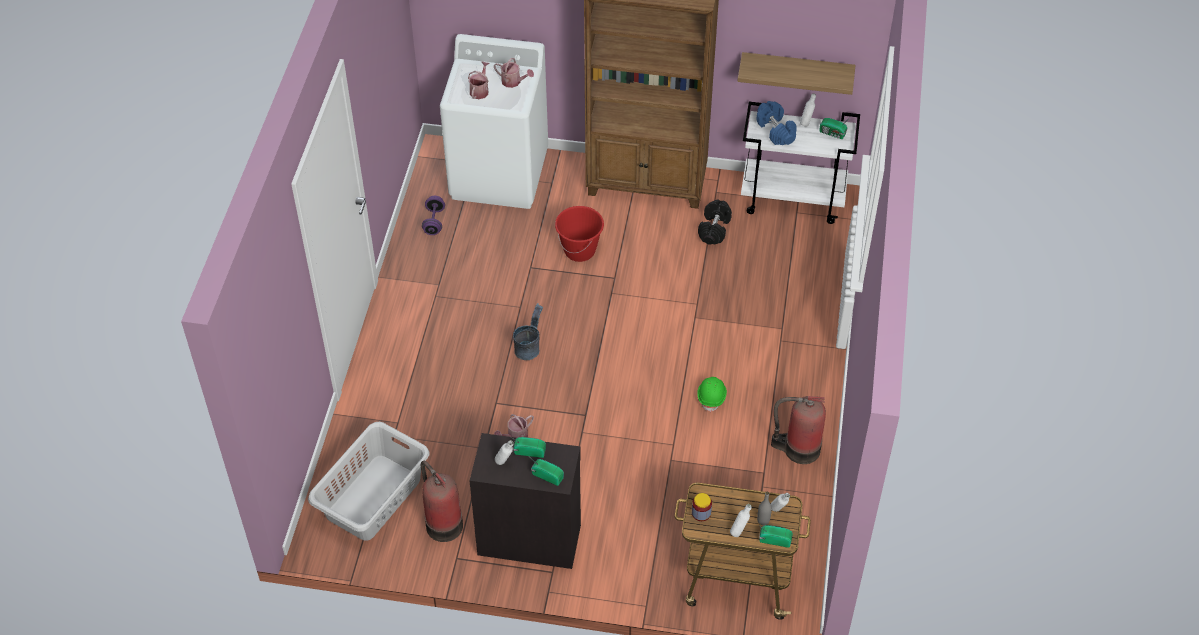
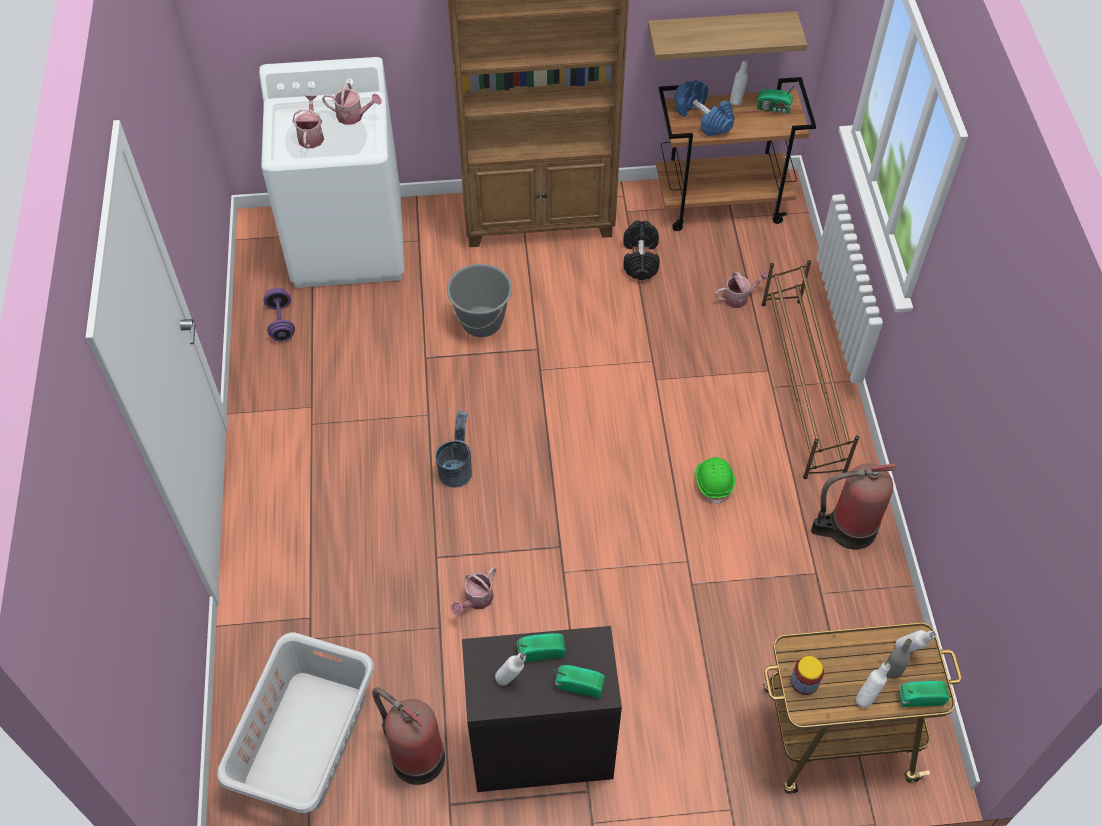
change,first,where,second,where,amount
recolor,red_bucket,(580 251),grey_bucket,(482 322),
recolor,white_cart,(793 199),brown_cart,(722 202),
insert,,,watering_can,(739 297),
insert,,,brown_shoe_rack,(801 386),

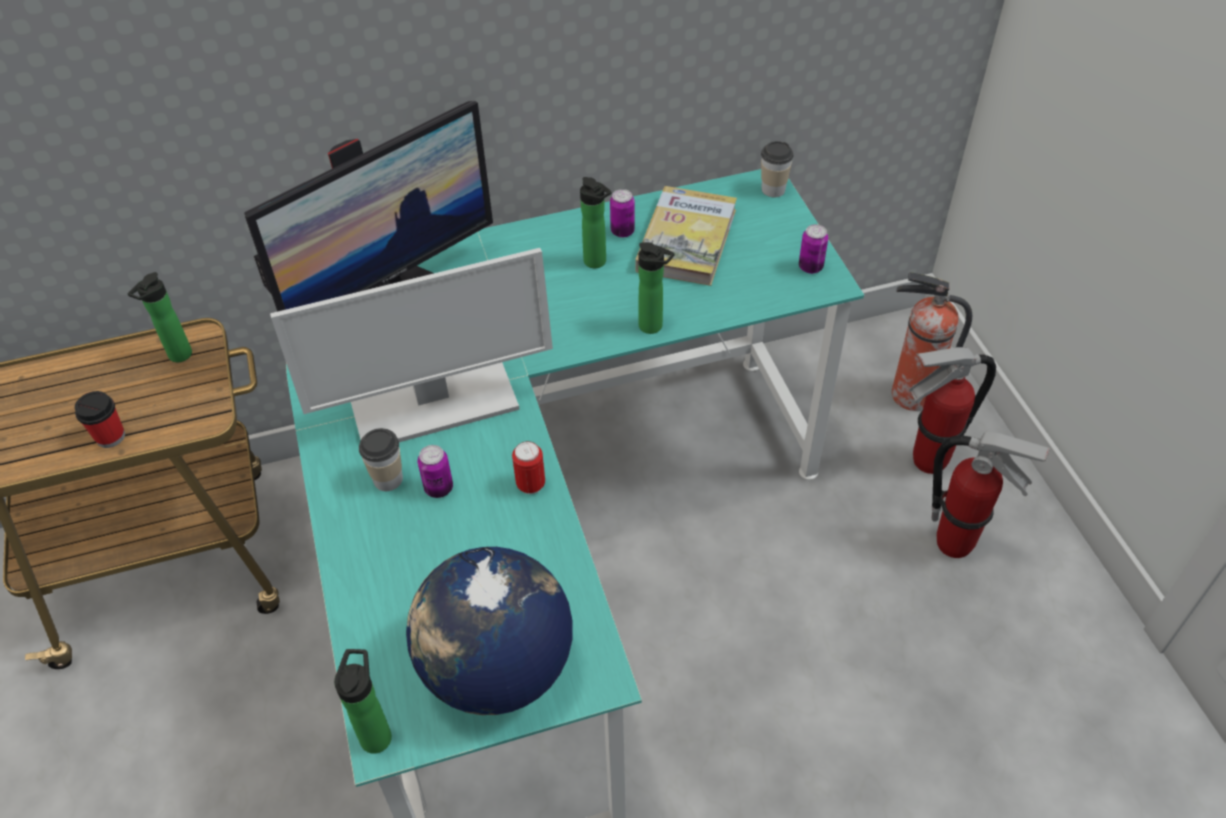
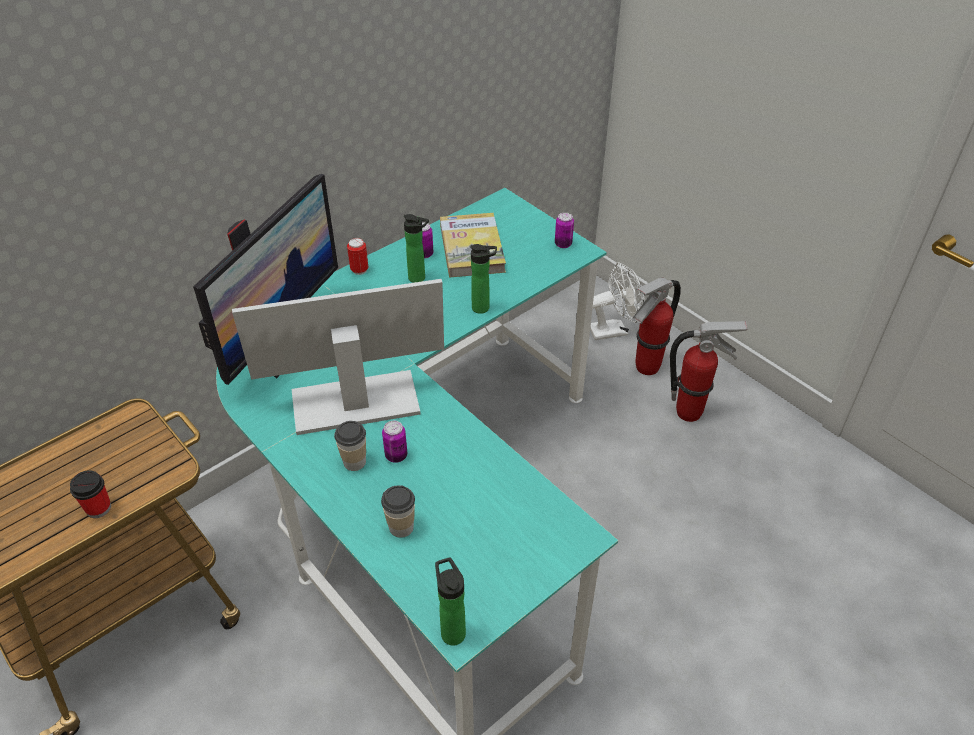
change,first,where,second,where,amount
rotate,monitor,(432 404),,(356 402),150 degrees counterclockwise
move,can,(531 485),,(359 270),
move,cup,(773 189),,(401 527),
replace,fire_extinguisher,(910 394),white_fan,(613 330),
delete,bottle,(177 357),,,
delete,globe,(497 669),,,

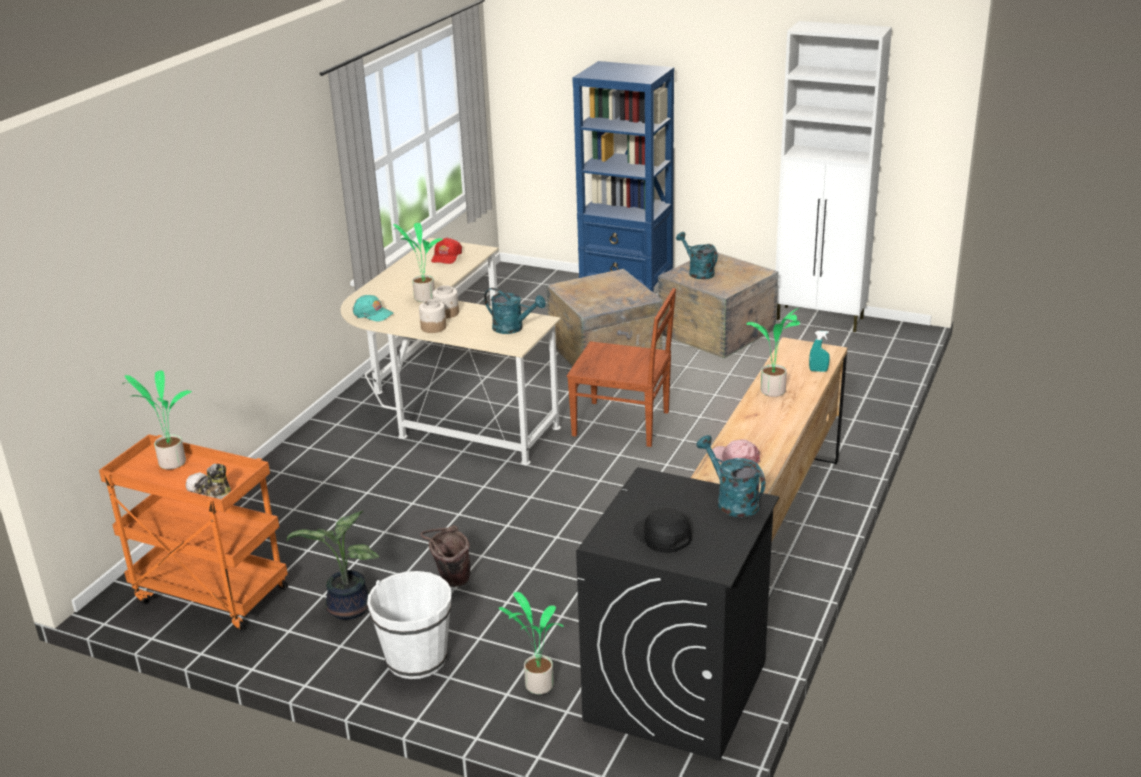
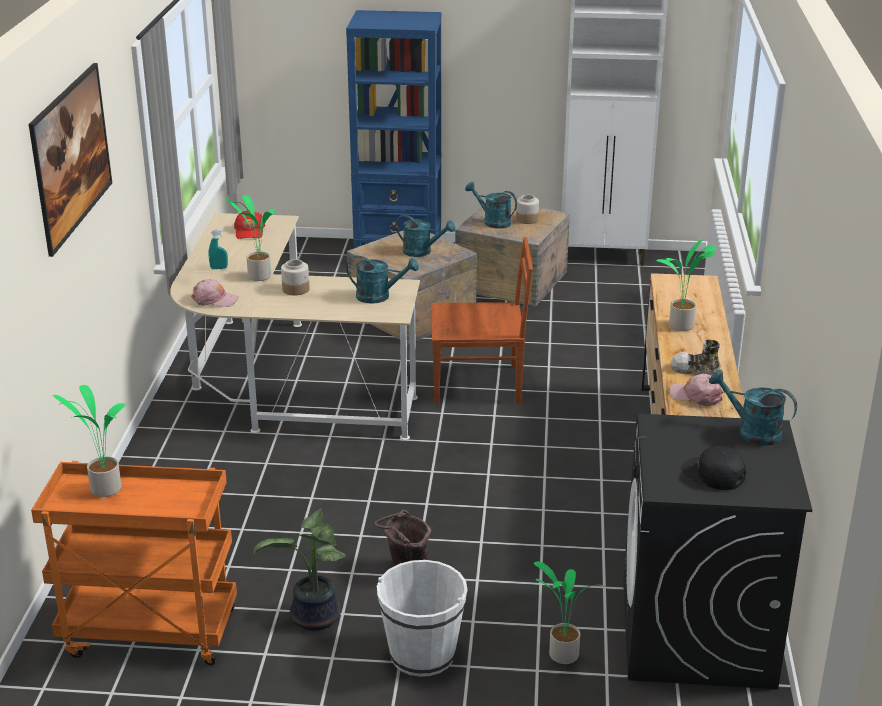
change,first,where,second,where,amount
insert,,,picture,(76 187),
recolor,turquoise_cap,(372 314),pink_cap,(214 300),
move,turquoise_spray_bottle,(818 370),,(219 268),
insert,,,turquoise_watering_can,(422 252),
move,jar,(433 327),,(526 219),
move,shoe,(209 492),,(695 369),

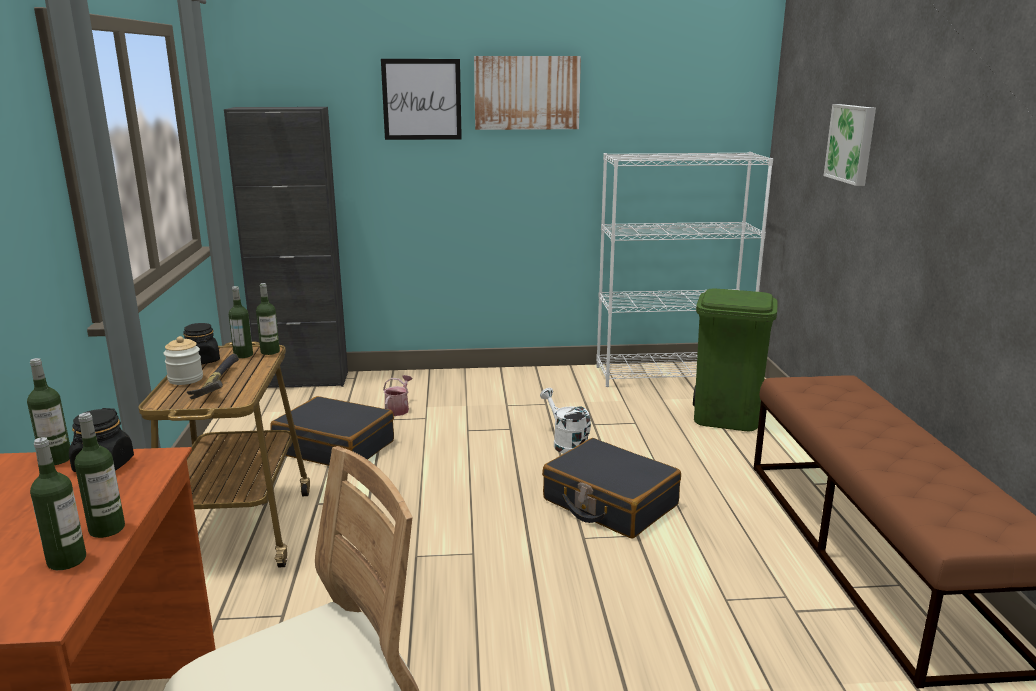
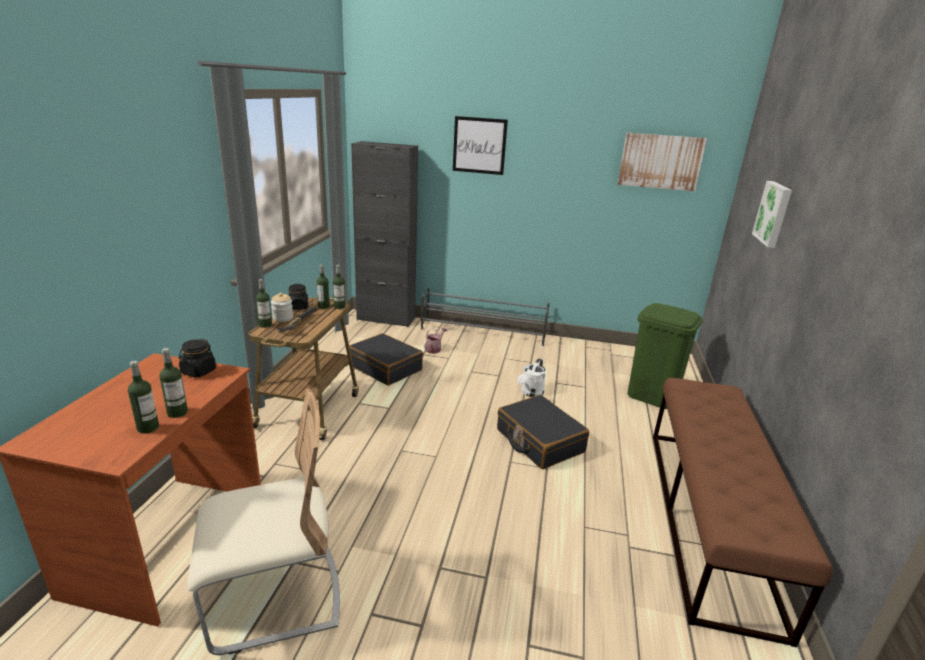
change,first,where,second,where,amount
move,bottle,(56 459),,(265 325),
insert,,,grey_shoe_rack,(483 333),
rotate,white_watering_can,(566 444),,(530 393),135 degrees counterclockwise
move,picture,(527 93),,(660 161),
delete,white_bookcase,(672 374),,,

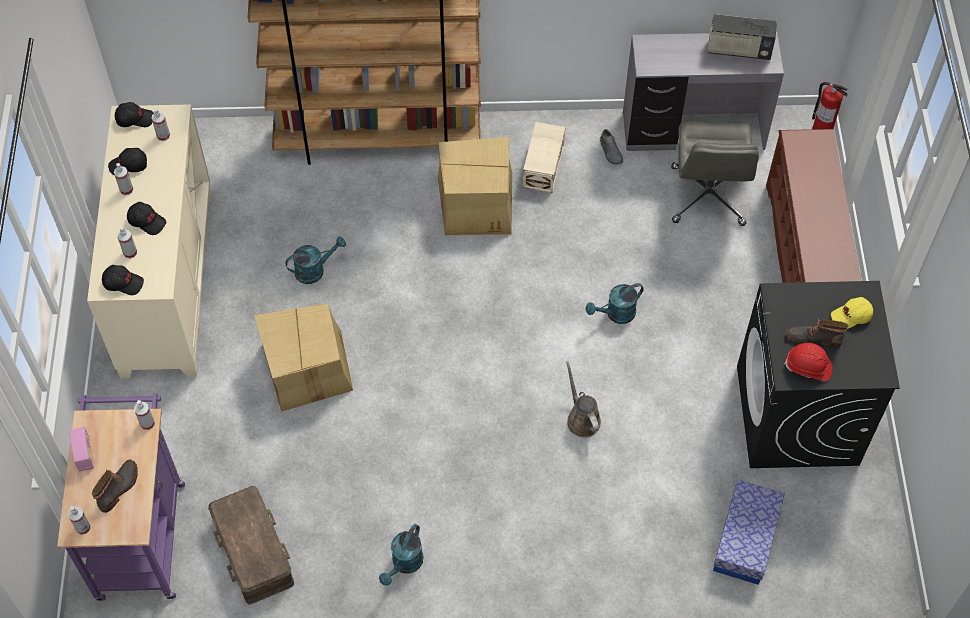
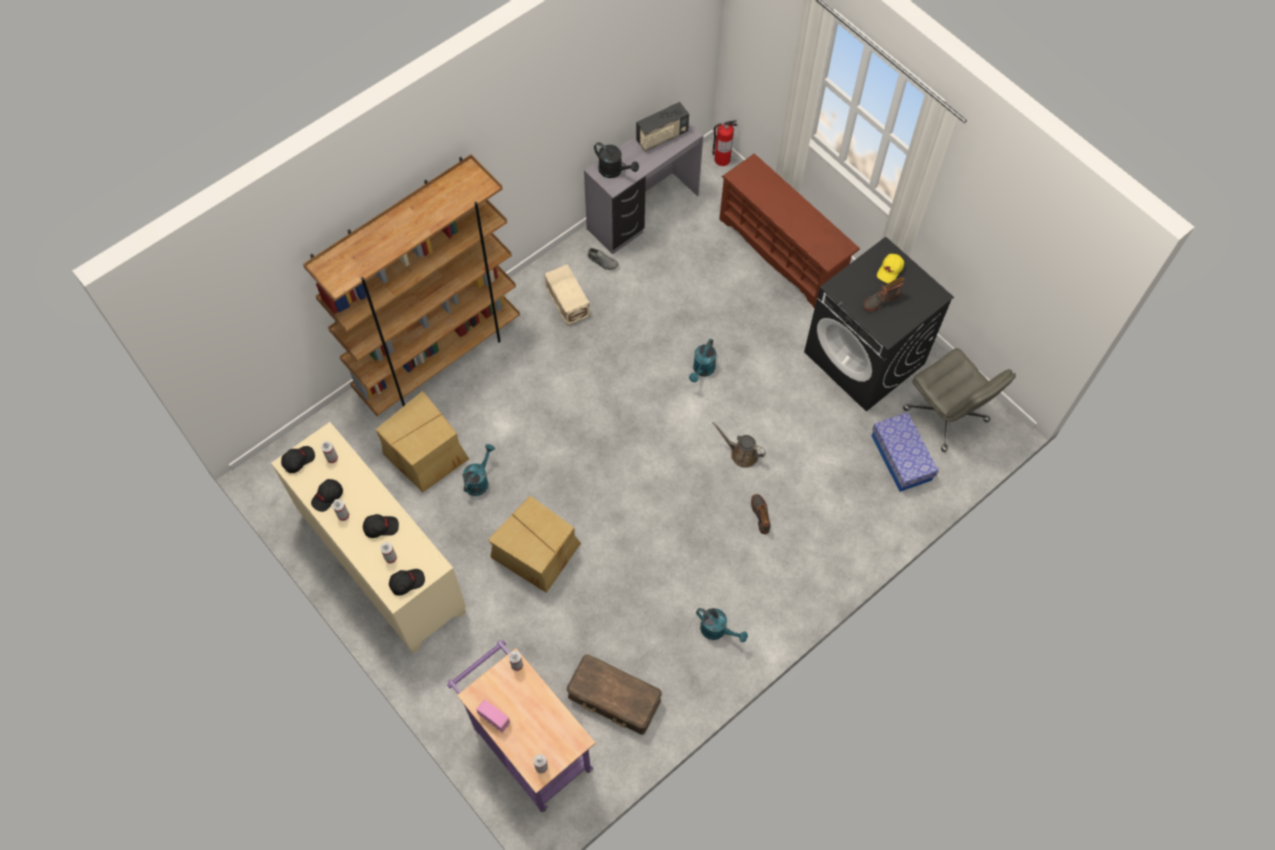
change,first,where,second,where,amount
move,cardboard_box,(477 203),,(426 452),
insert,,,black_watering_can,(614 171),
rotate,turquoise_watering_can,(404 564),,(717 630),45 degrees counterclockwise
move,boot,(119 488),,(761 515),
move,grey_office_chair,(708 197),,(946 415),
delete,red_hard_hat,(808 367),,,

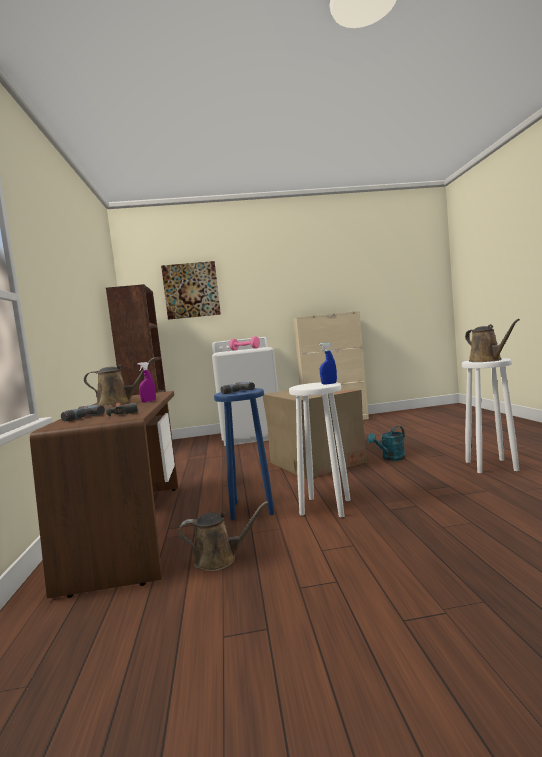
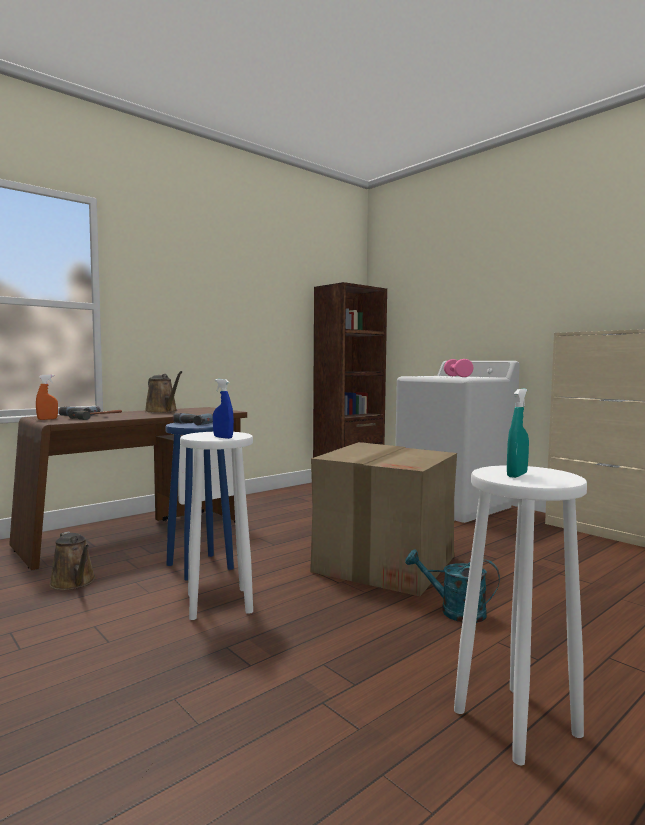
change,first,where,second,where,amount
insert,,,orange_spray_bottle,(47 419),
replace,brown_watering_can,(487 360),turquoise_spray_bottle,(517 475),
delete,purple_spray_bottle,(148 401),,,
delete,picture,(191 290),,,

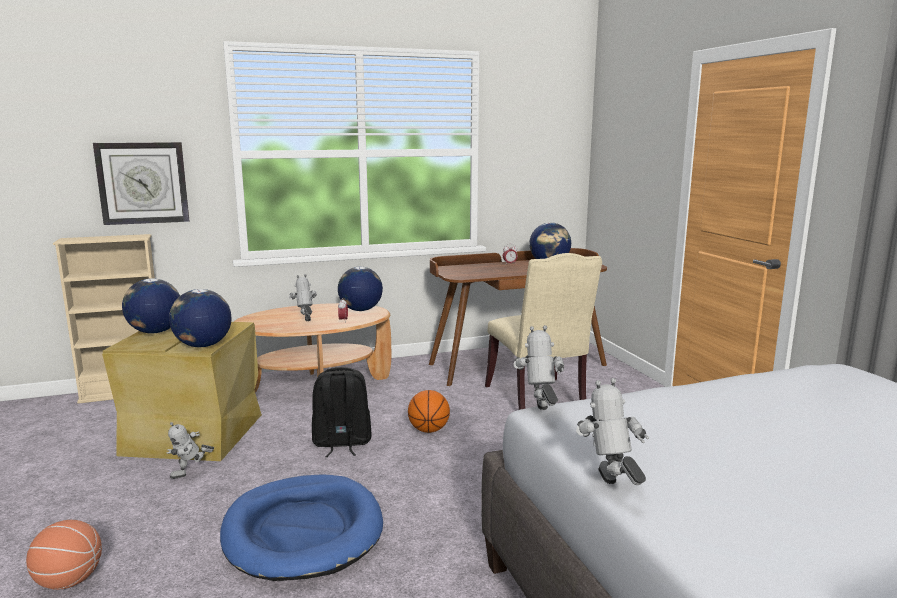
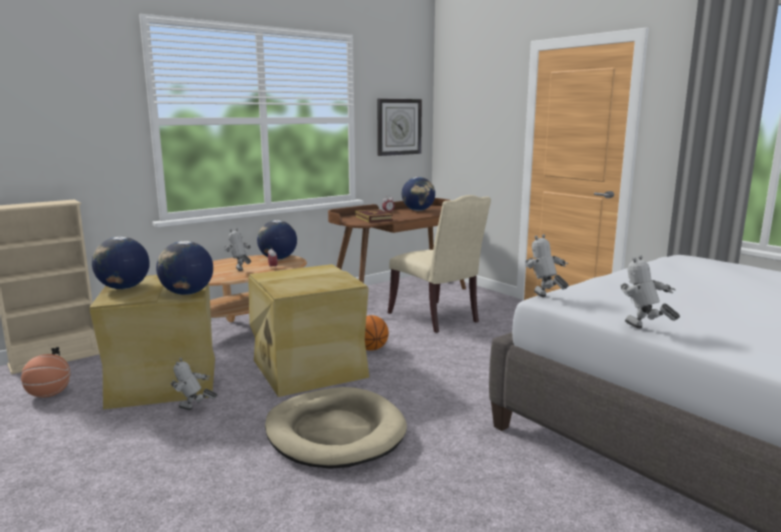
change,first,where,second,where,amount
move,basketball,(69 581),,(48 394),
rotate,toy_robot,(191 474),,(194 411),75 degrees clockwise
replace,black_backpack,(341 443),beige_storage_box,(307 368),
recolor,blue_dog_bed,(303 531),beige_dog_bed,(335 432),
insert,,,book,(373 218),
move,wall_clock,(143 183),,(398 127),

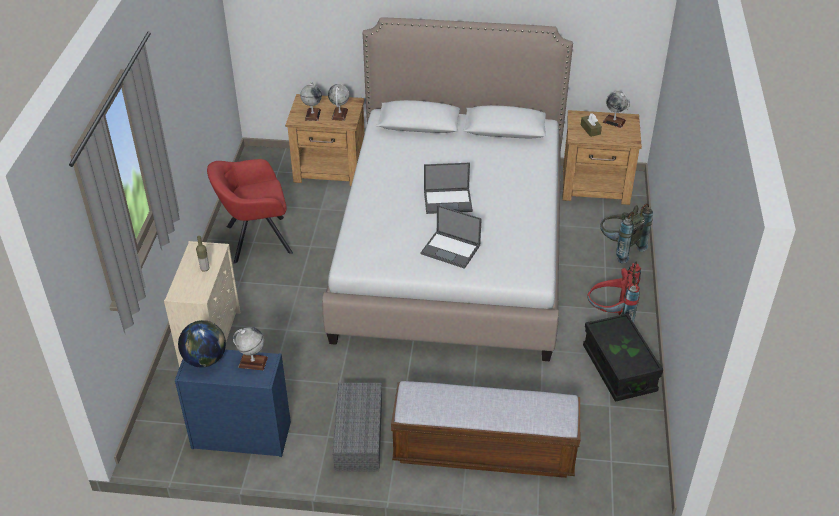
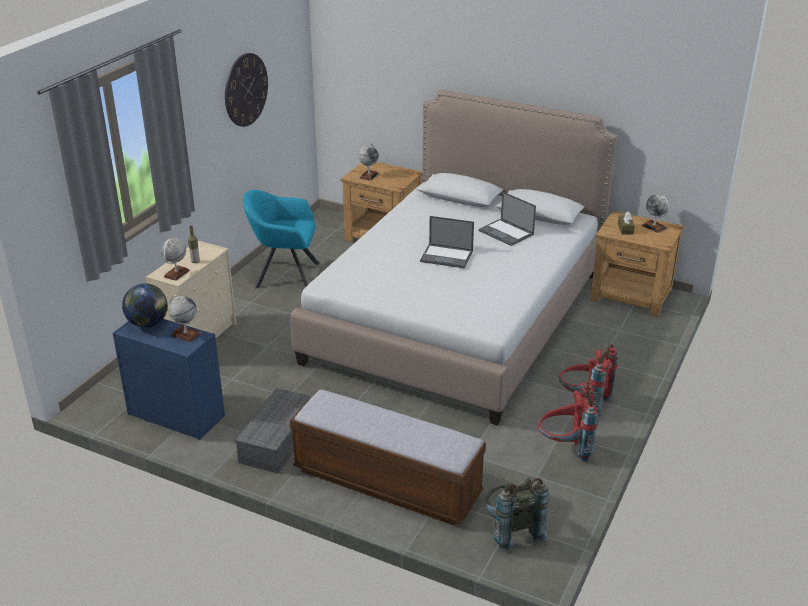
change,first,where,second,where,amount
move,globe,(339 114),,(176 273),
insert,,,wall_clock,(246 90),
recolor,red_armchair,(255 240),turquoise_armchair,(284 275),
move,laptop,(451 250),,(506 233),
move,grey_backpack,(619 248),,(511 530),
replace,black_storage_box,(619 369),red_backpack,(565 448),

